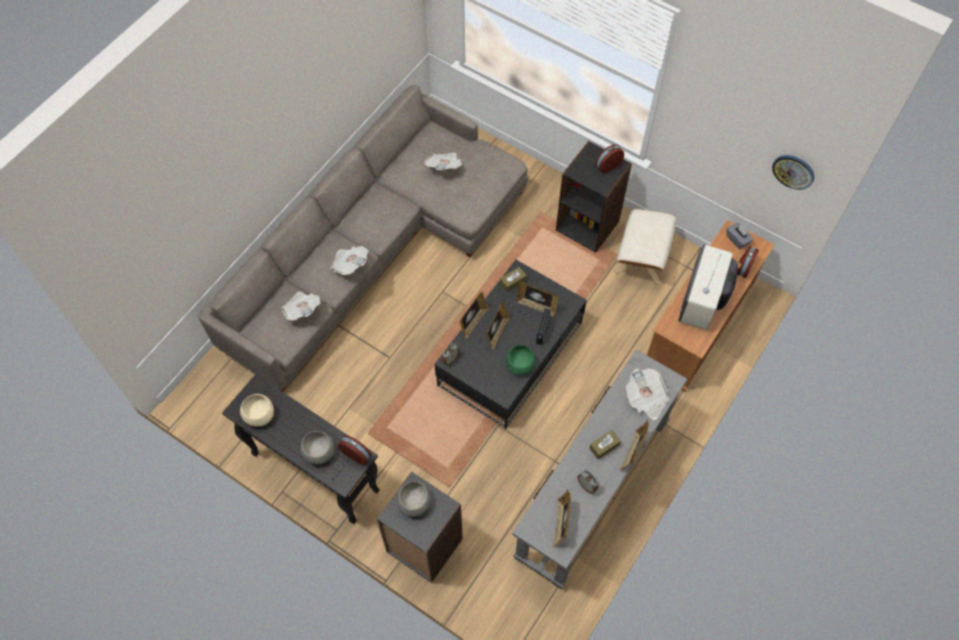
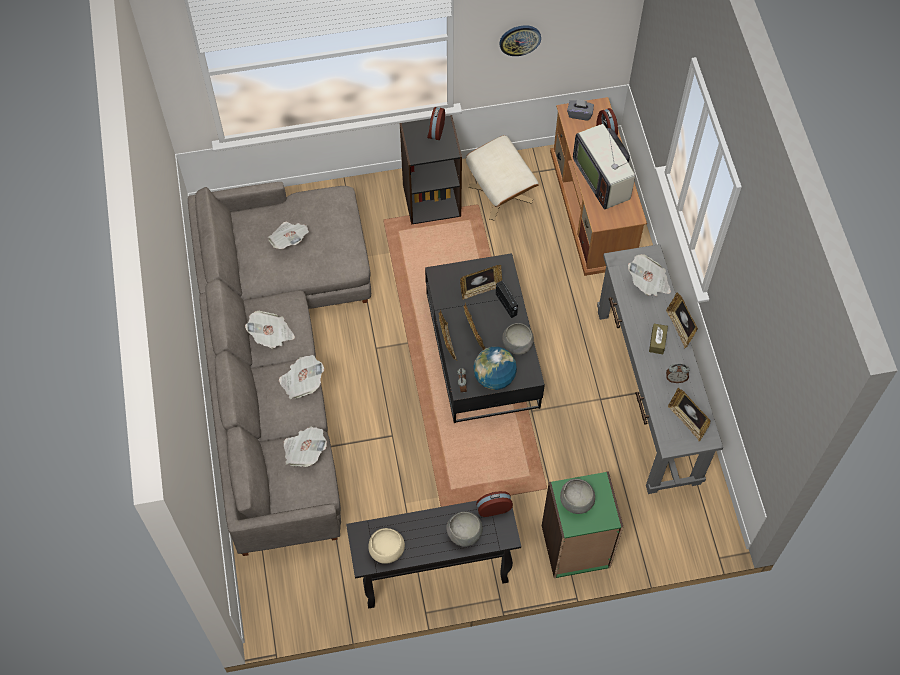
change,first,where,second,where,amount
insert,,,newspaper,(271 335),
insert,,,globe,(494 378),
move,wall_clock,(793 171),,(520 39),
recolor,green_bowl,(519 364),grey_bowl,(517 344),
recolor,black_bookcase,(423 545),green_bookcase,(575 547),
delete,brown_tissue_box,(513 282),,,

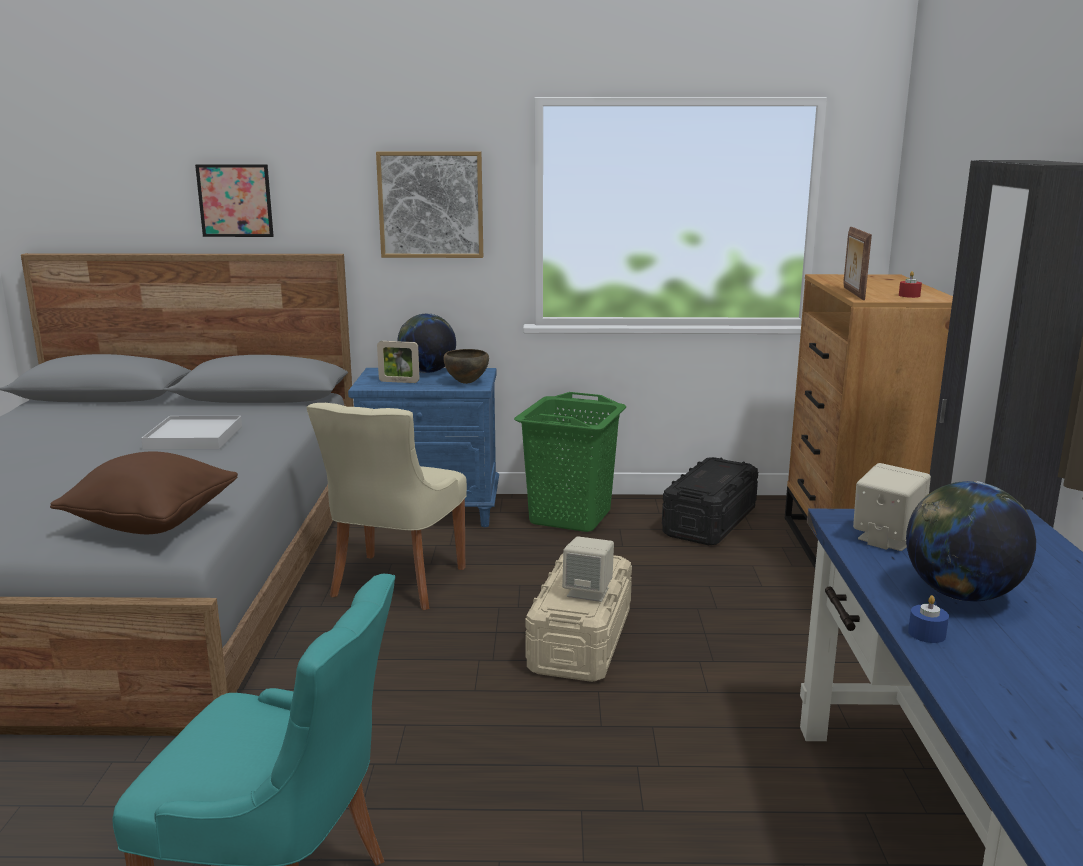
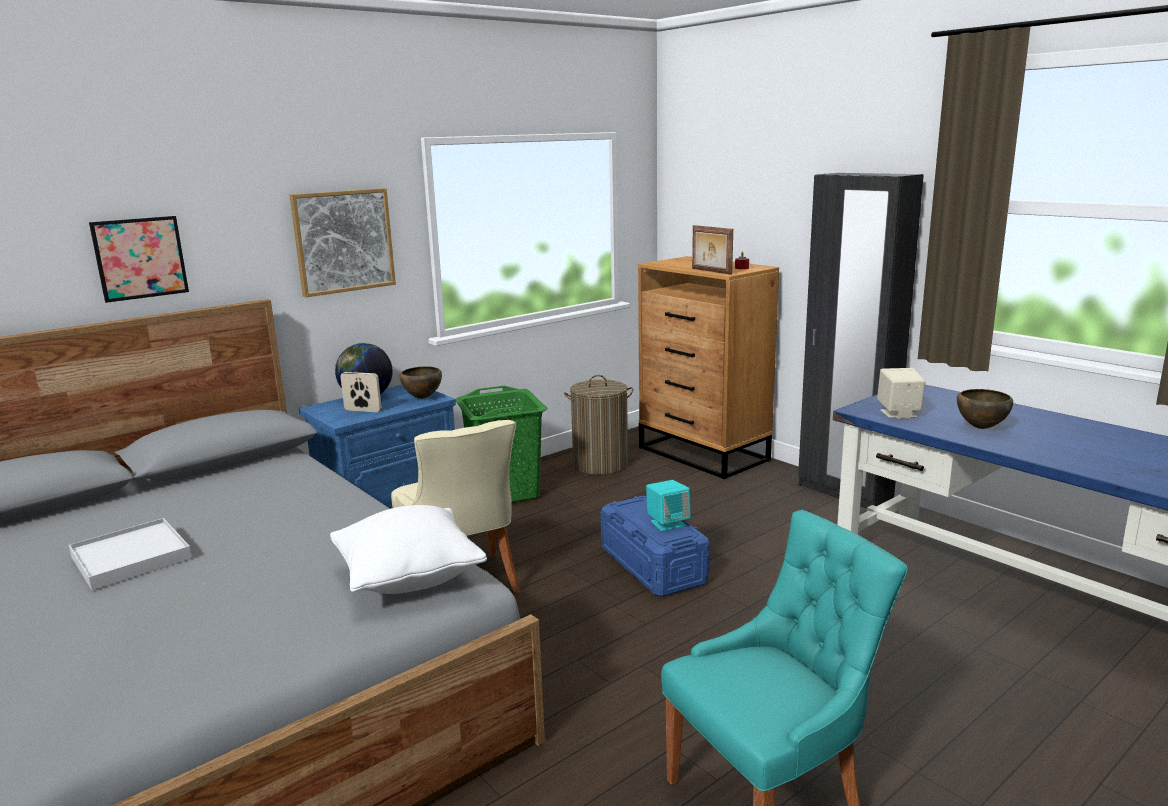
change,first,where,second,where,amount
move,white_tray,(193 437),,(131 558),
recolor,brown_pillow,(152 523),white_pillow,(409 579),
rotate,picture_frame,(399 381),,(363 410),135 degrees counterclockwise
replace,black_storage_box,(710 521),laundry_basket,(600 464),
recolor,beige_storage_box,(581 640),blue_storage_box,(652 565),
recolor,beige_speaker,(588 592),turquoise_speaker,(668 523),
replace,globe,(961 595),brown_bowl,(980 428),
delete,blue_candle,(926 634),,,

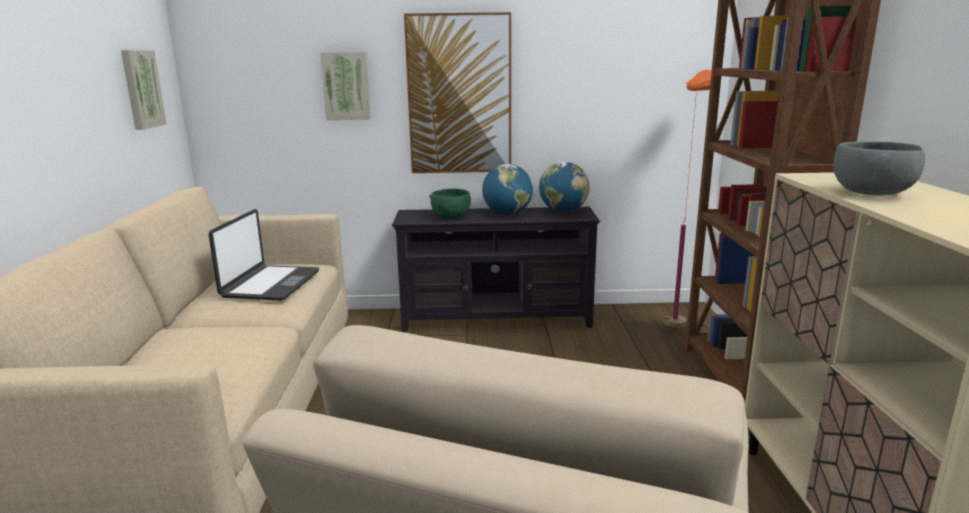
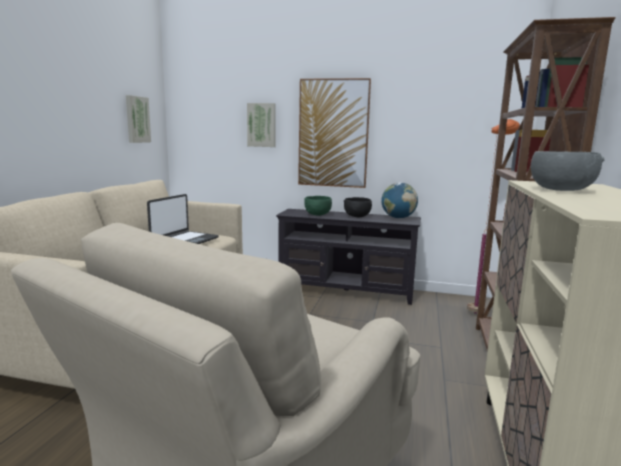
change,first,where,second,where,amount
replace,globe,(507 214),black_bowl,(357 216),

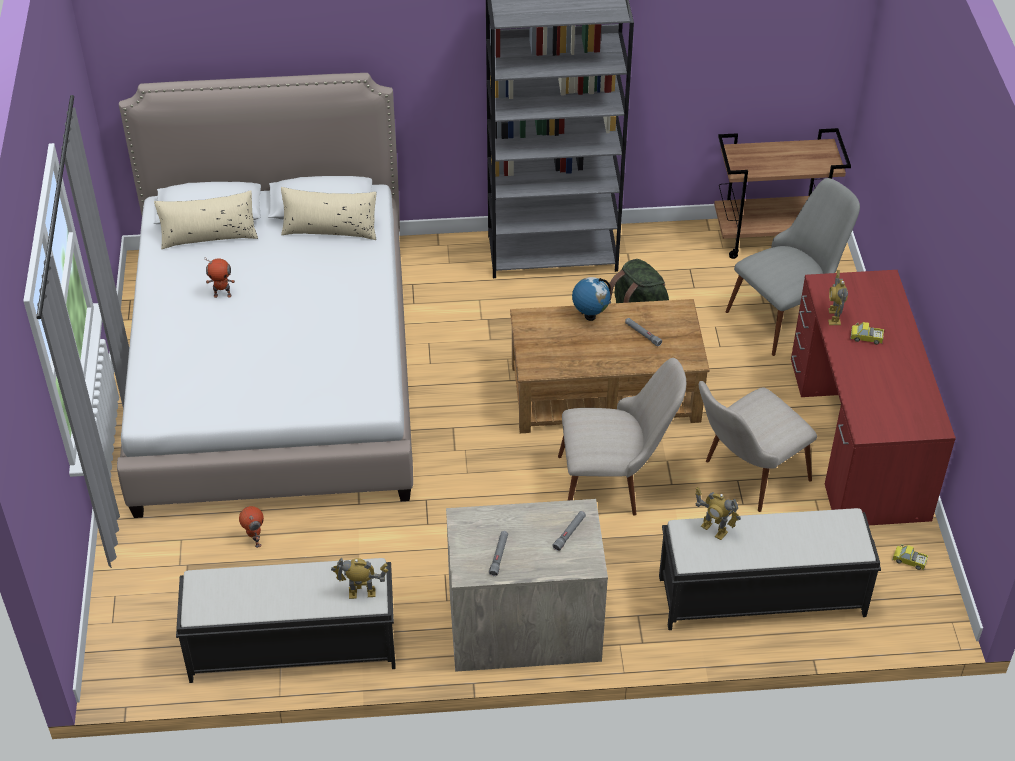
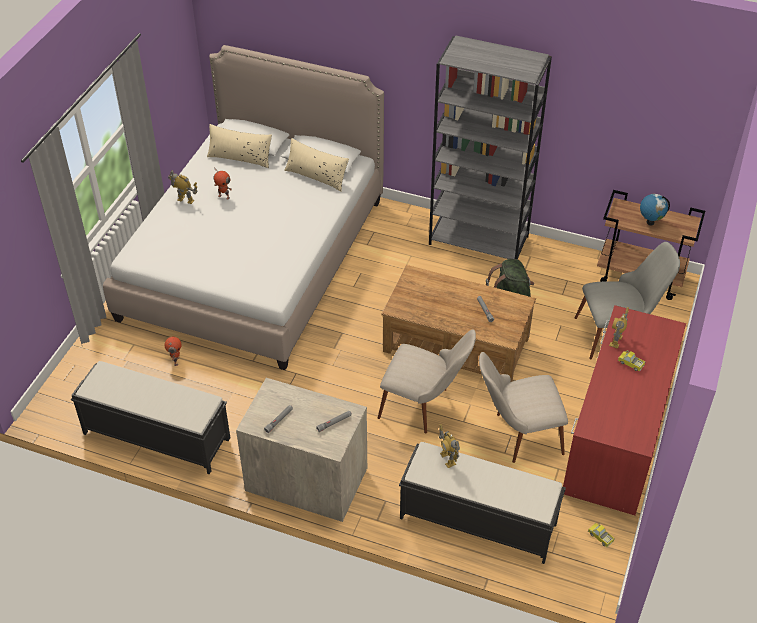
change,first,where,second,where,amount
move,toy_robot,(362 593),,(185 200),
move,globe,(590 316),,(650 222),

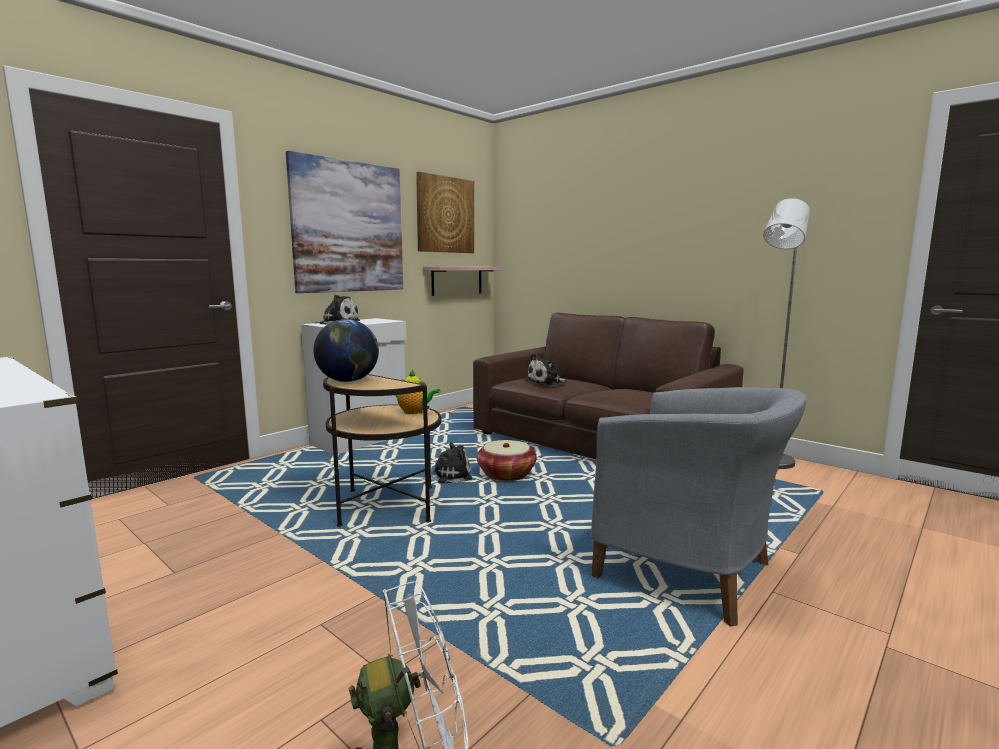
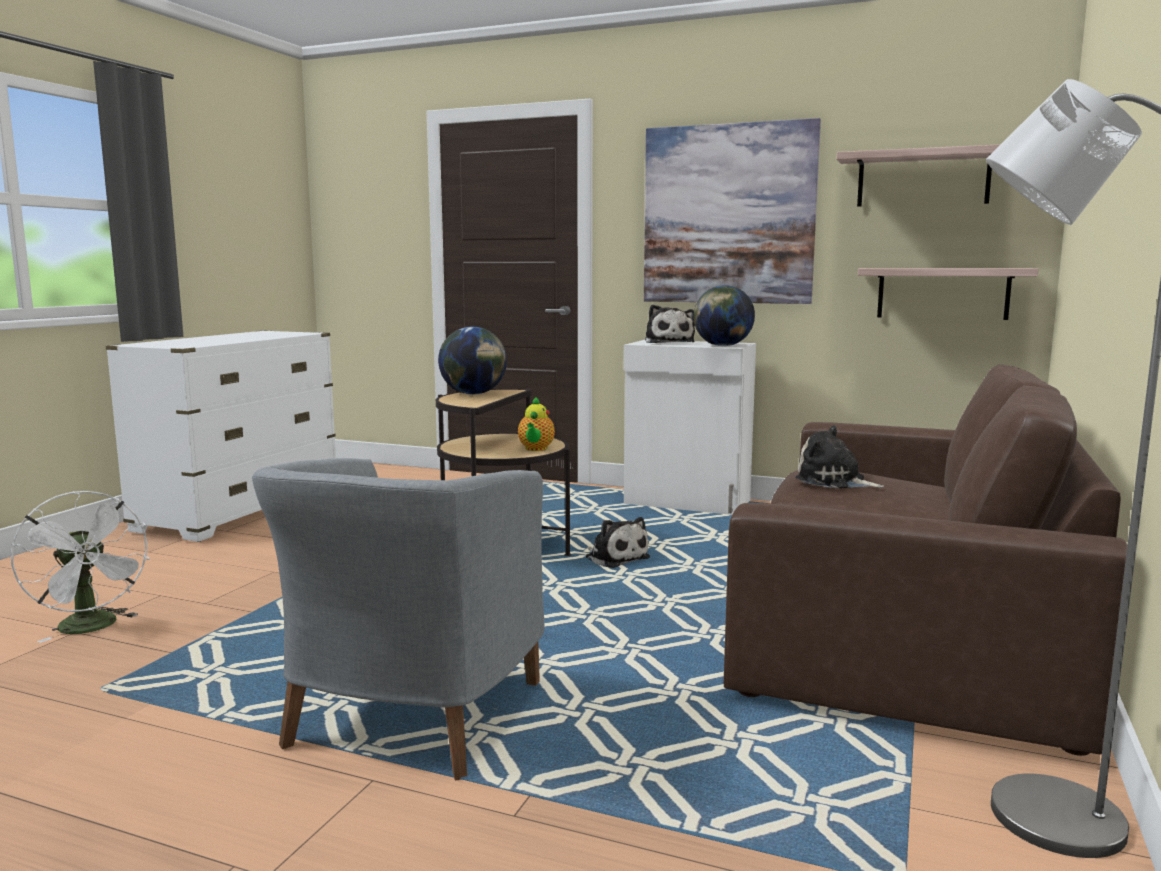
change,first,where,second,where,amount
insert,,,globe,(722 346),
replace,picture,(445 215),shelf,(923 179),
delete,basket,(506 474),,,

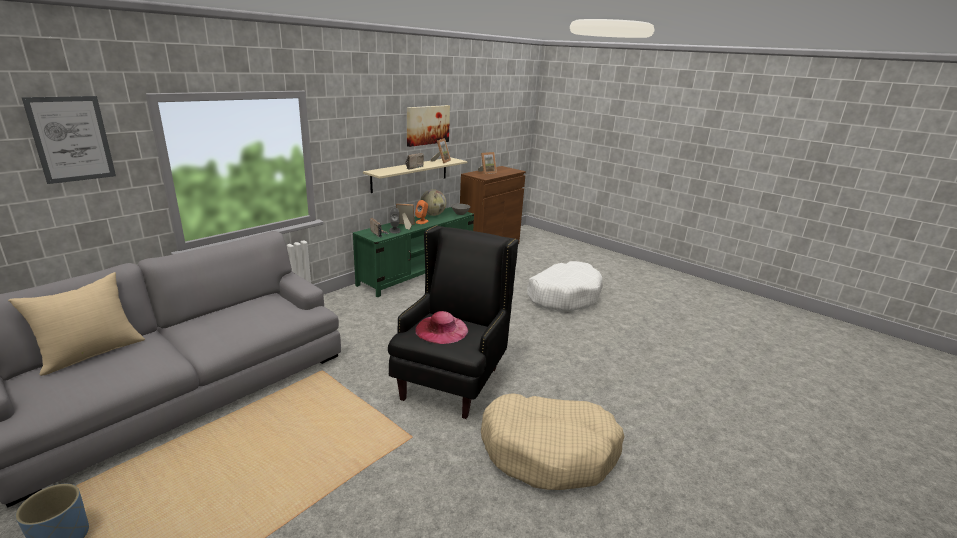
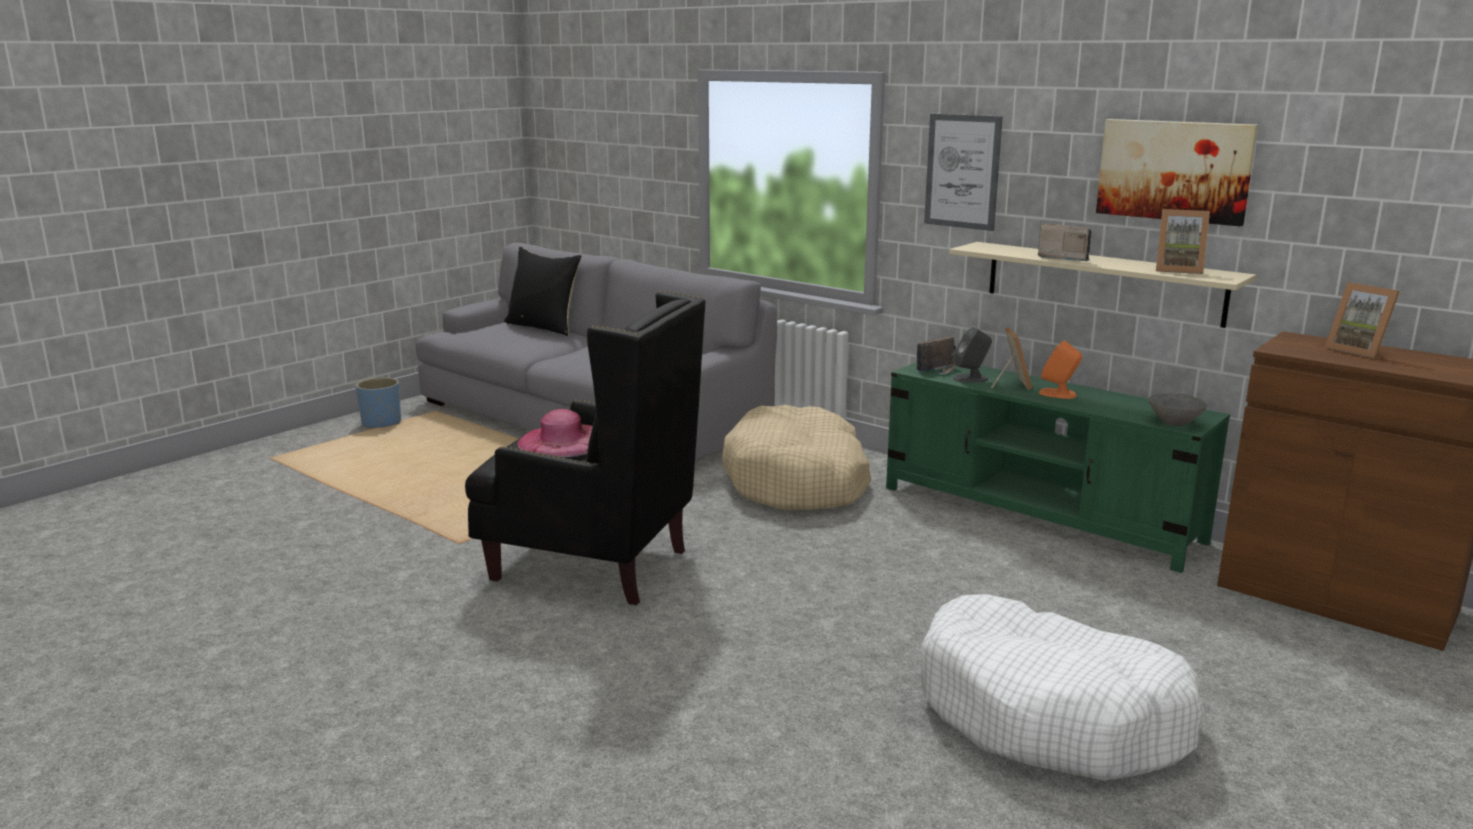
change,first,where,second,where,amount
recolor,beige_pillow,(91 353),black_pillow,(544 327),
move,beige_dog_bed,(549 451),,(797 481),
move,picture,(71 139),,(962 171),
delete,globe,(433 215),,,

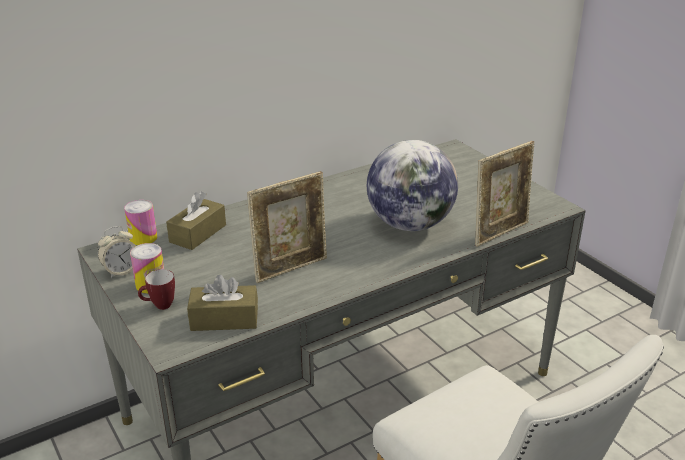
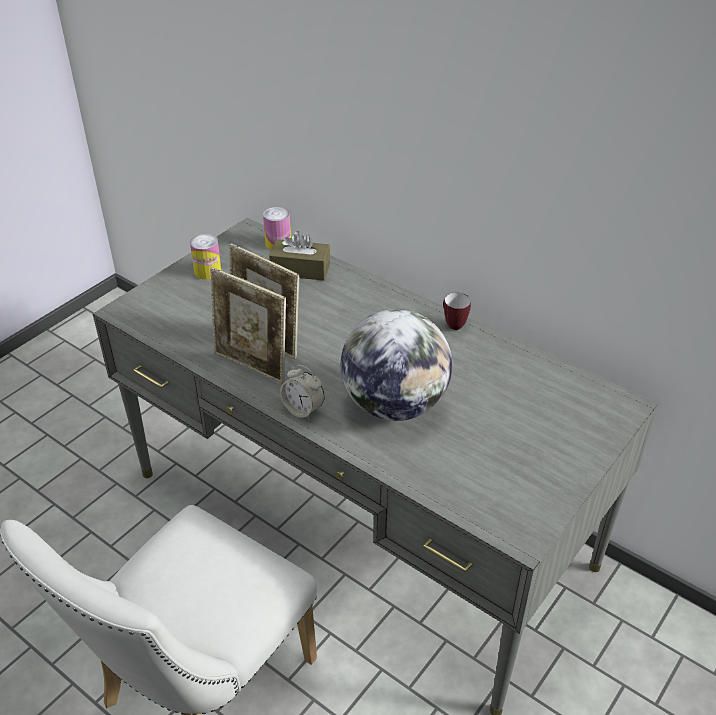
change,first,where,second,where,amount
move,picture_frame,(500 232),,(252 366),
move,alarm_clock,(121 271),,(303 409),
move,mug,(159 306),,(452 324),
delete,brown_tissue_box,(224 319),,,

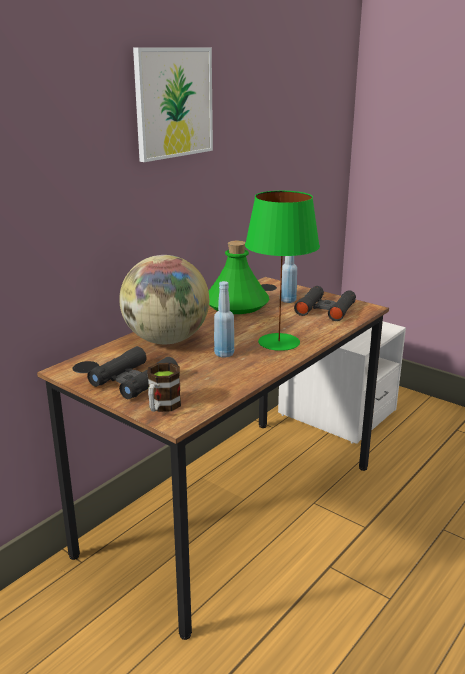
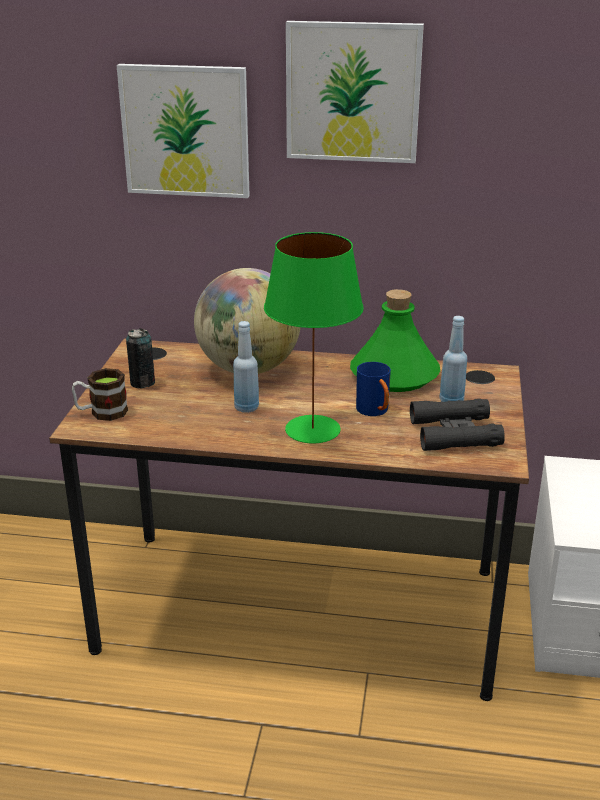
change,first,where,second,where,amount
insert,,,picture,(185 131),
replace,black_binoculars,(133 380),can,(142 383),
insert,,,blue_mug,(375 412),

